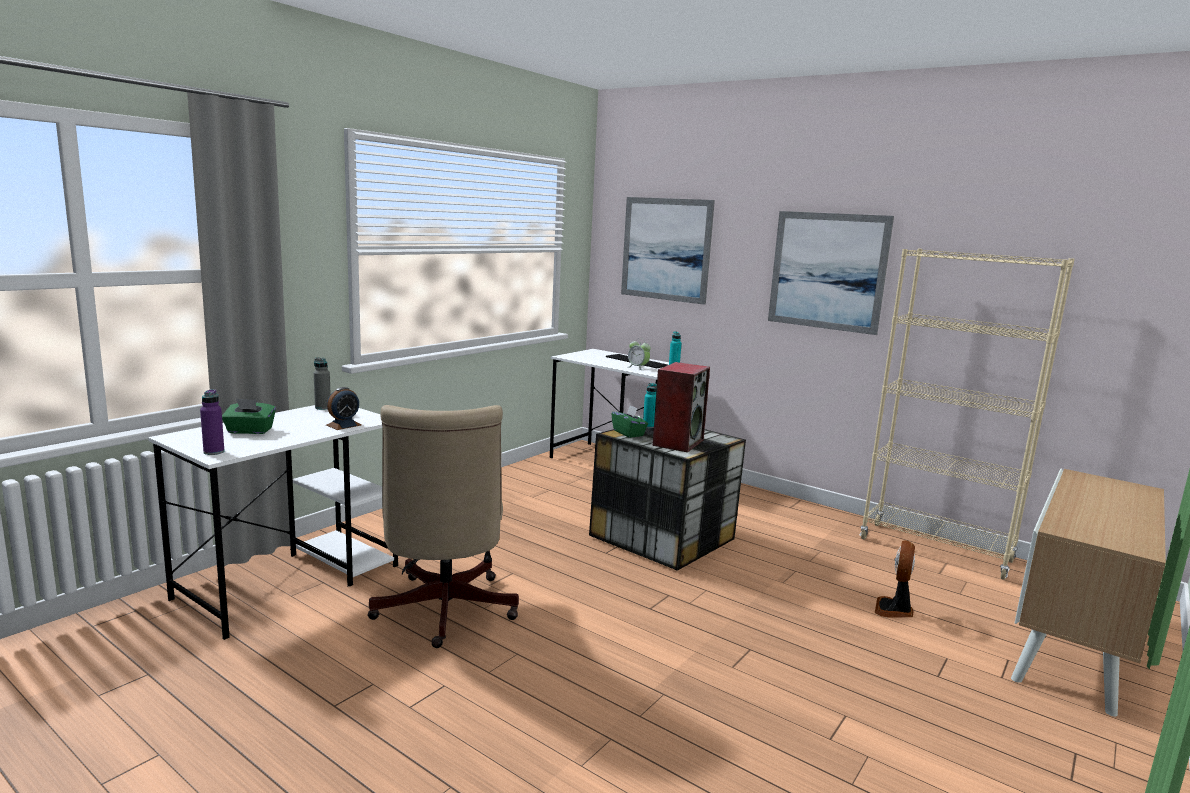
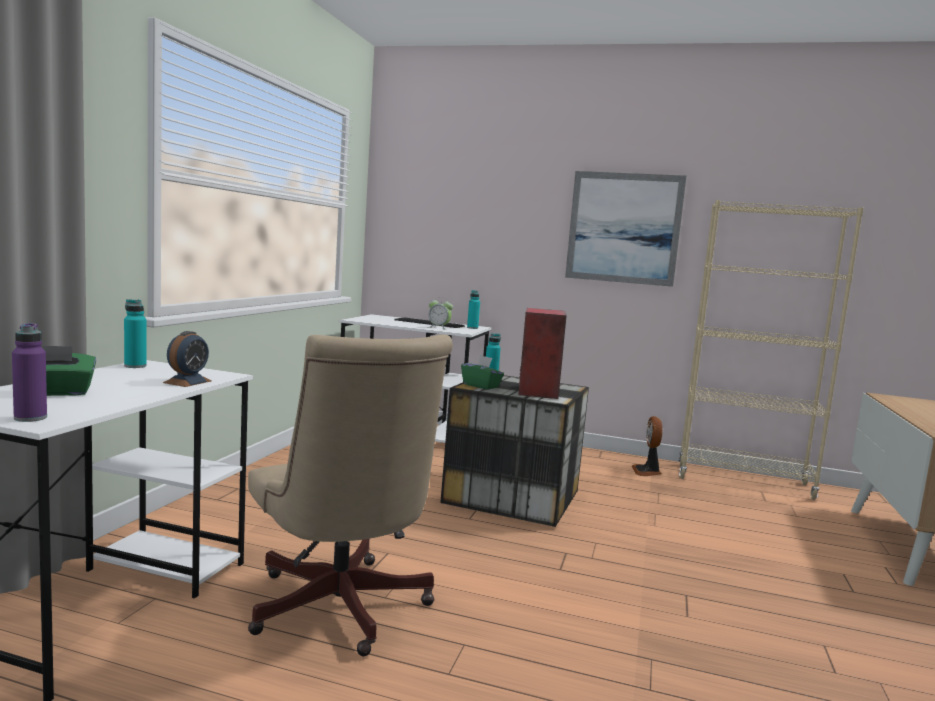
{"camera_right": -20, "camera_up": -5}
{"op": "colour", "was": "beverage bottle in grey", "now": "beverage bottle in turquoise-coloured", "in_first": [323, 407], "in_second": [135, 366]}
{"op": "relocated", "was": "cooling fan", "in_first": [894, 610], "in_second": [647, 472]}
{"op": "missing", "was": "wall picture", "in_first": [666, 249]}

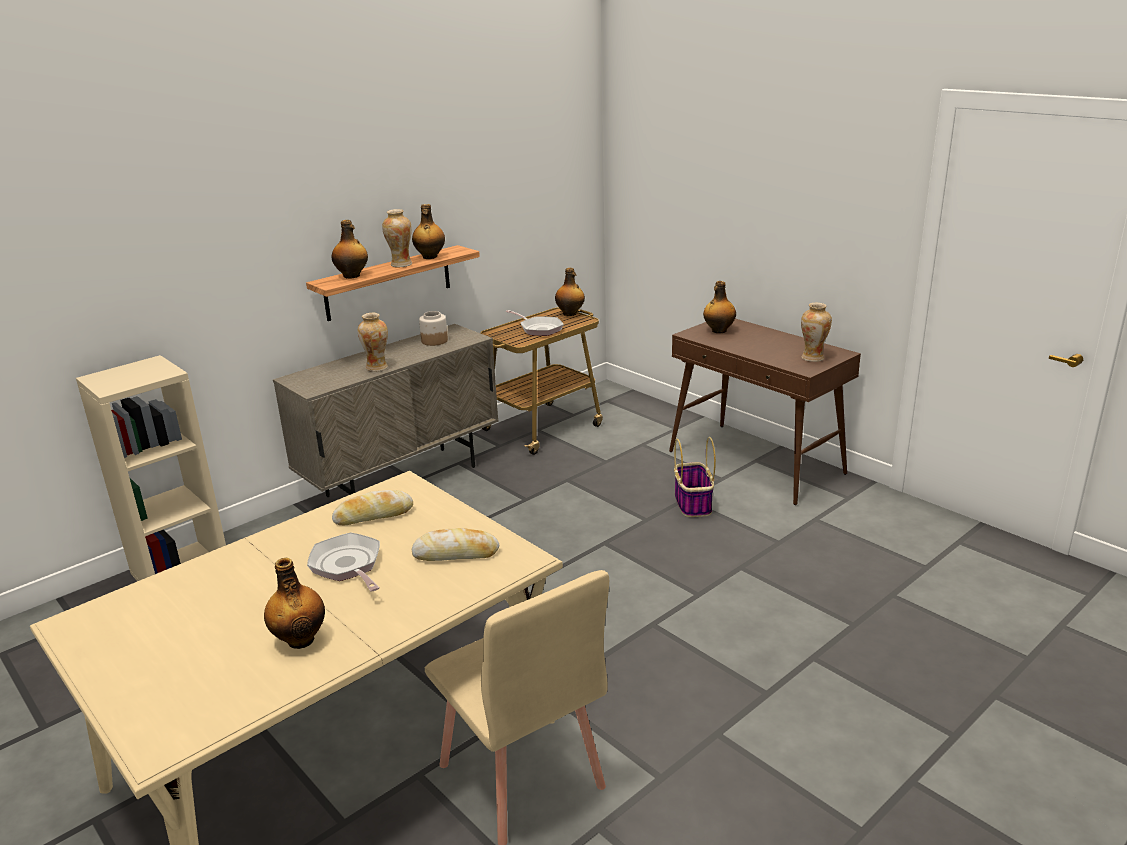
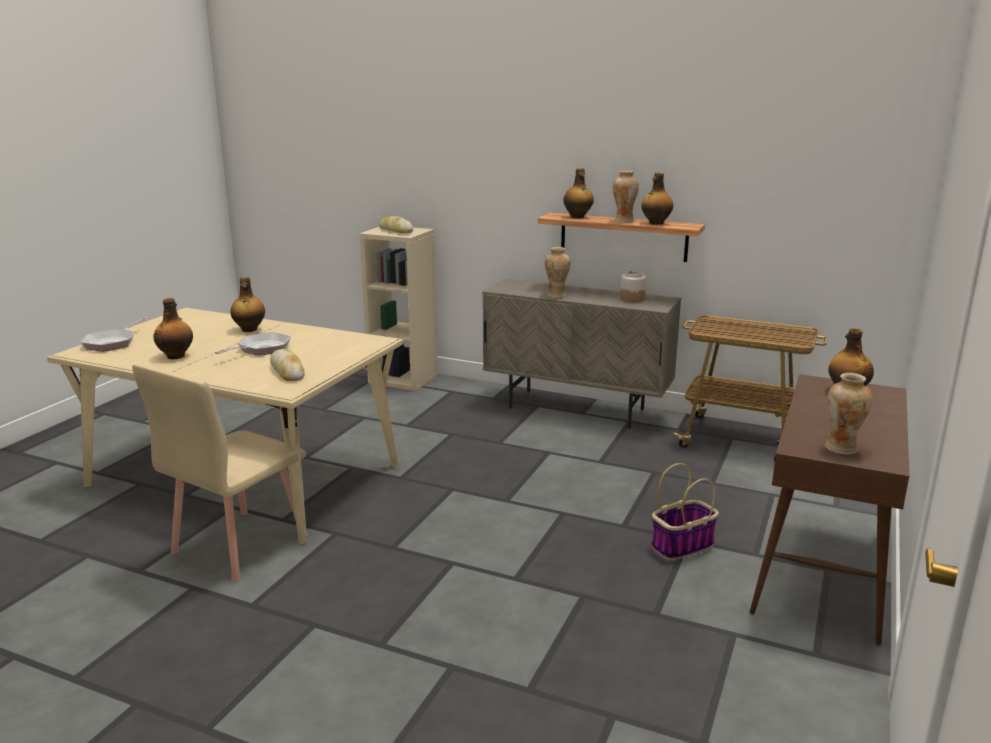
{"camera_right": 65, "camera_up": -5}
{"op": "relocated", "was": "skillet", "in_first": [539, 329], "in_second": [113, 343]}
{"op": "relocated", "was": "beverage bottle", "in_first": [570, 314], "in_second": [249, 330]}
{"op": "relocated", "was": "baked bread", "in_first": [373, 515], "in_second": [396, 230]}

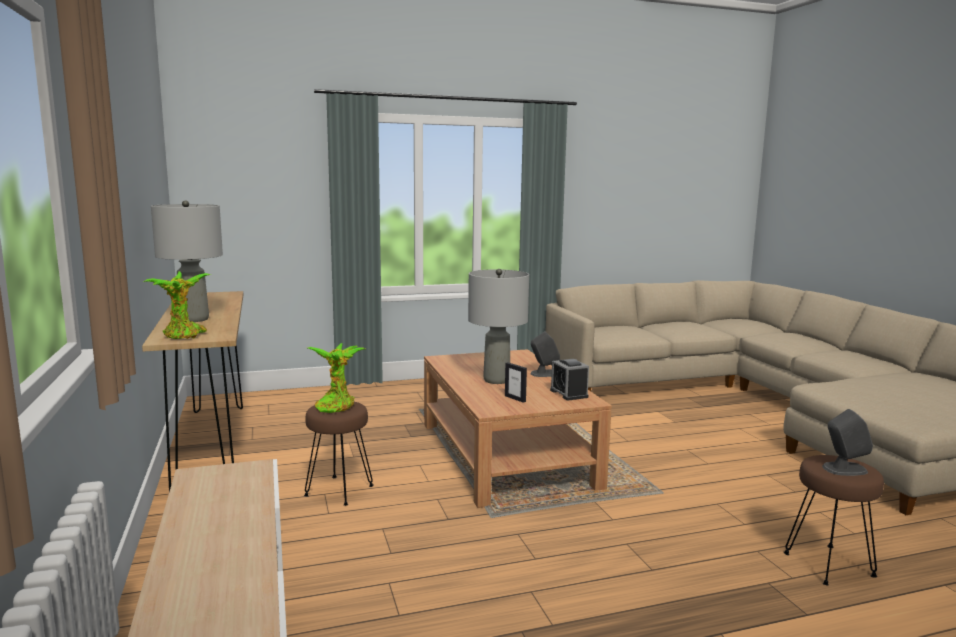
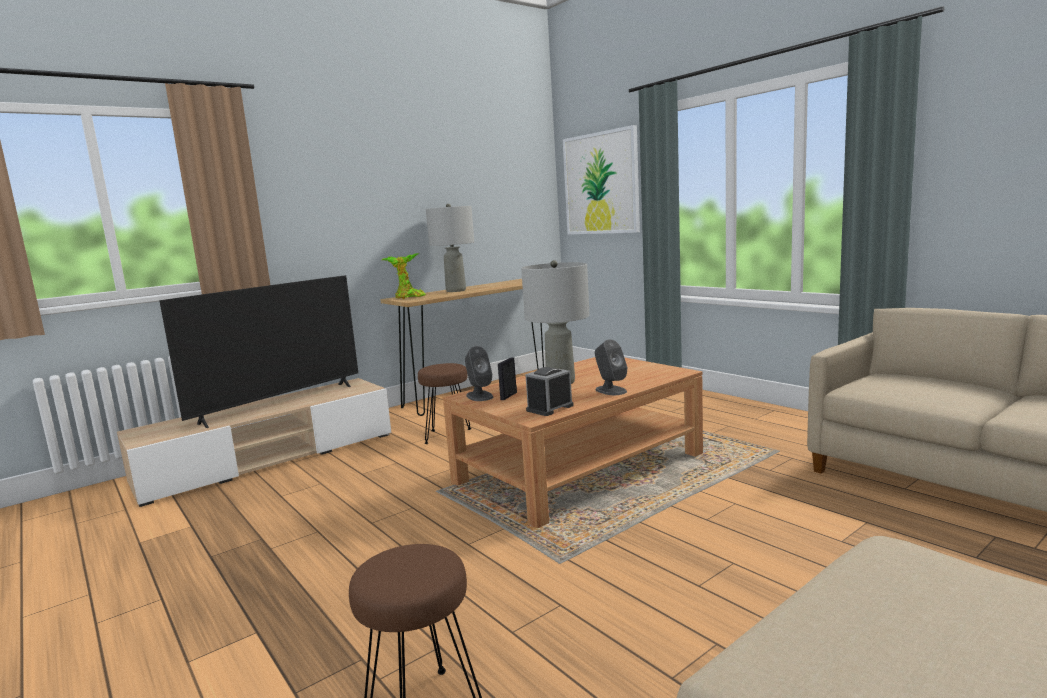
{"camera_right": 70, "camera_up": 0}
{"op": "appeared", "now": "TV", "in_second": [279, 404]}
{"op": "relocated", "was": "speaker in grey", "in_first": [844, 469], "in_second": [479, 396]}
{"op": "appeared", "now": "wall picture", "in_second": [601, 183]}
{"op": "missing", "was": "plant in a pot", "in_first": [336, 406]}

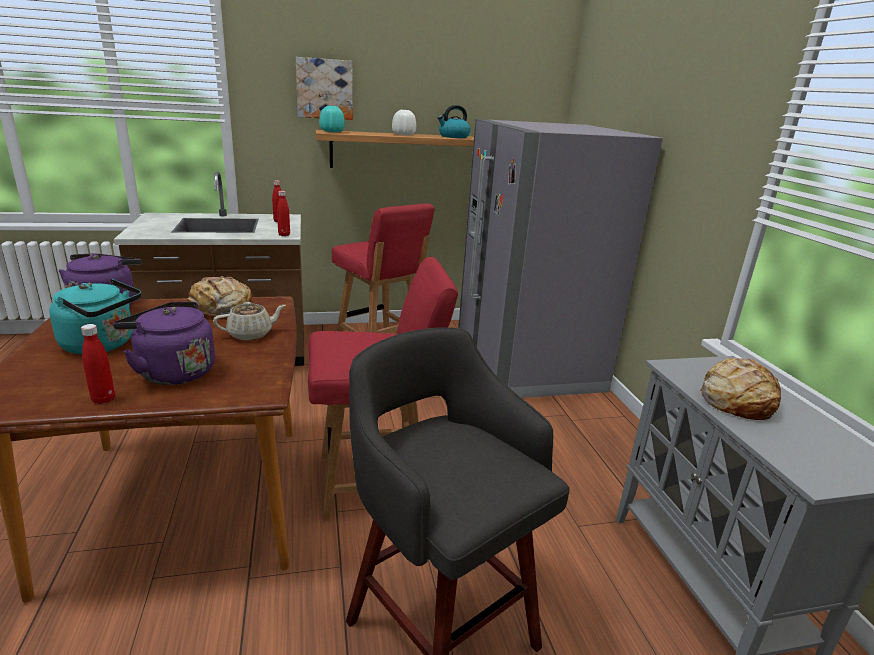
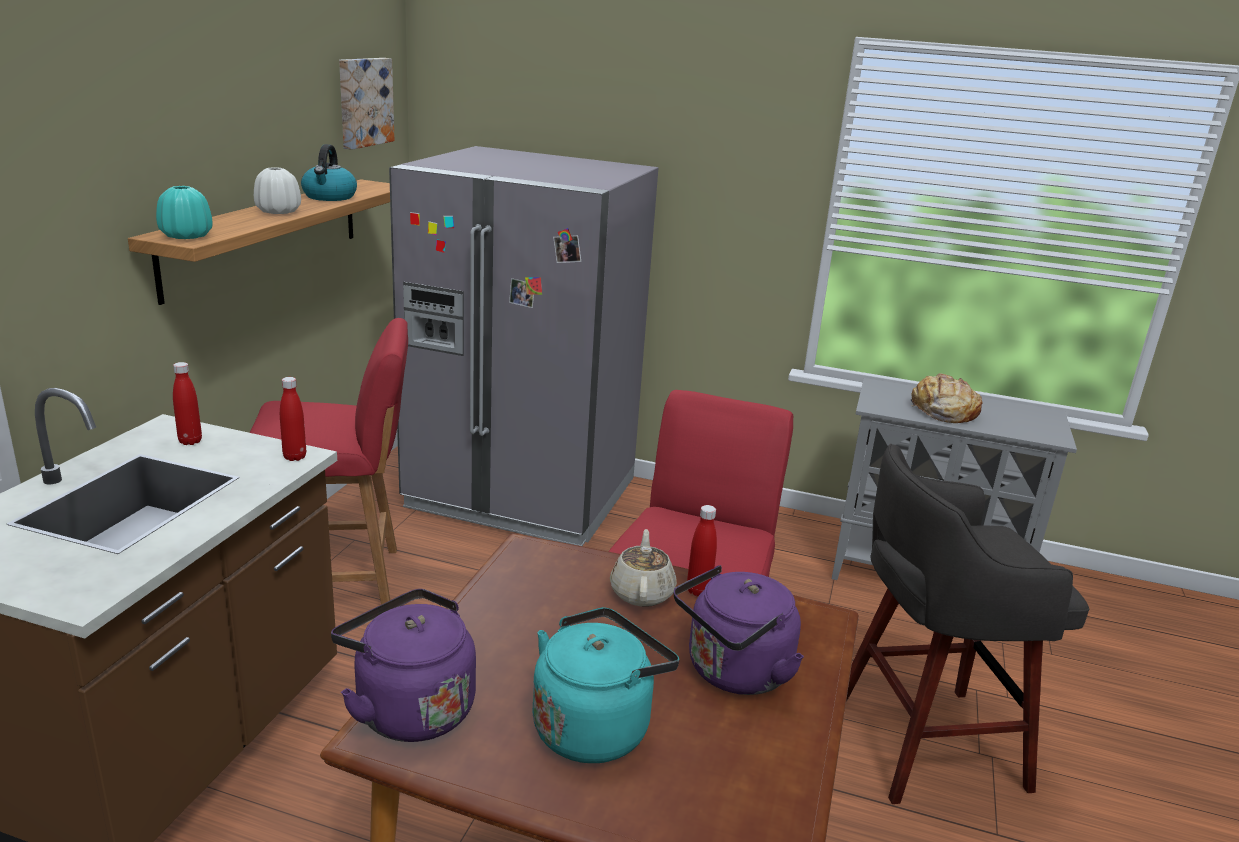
{"camera_right": -60, "camera_up": 0}
{"op": "relocated", "was": "wall picture", "in_first": [324, 89], "in_second": [363, 102]}
{"op": "relocated", "was": "beverage bottle in red-coloured", "in_first": [103, 399], "in_second": [698, 591]}
{"op": "missing", "was": "baked bread", "in_first": [220, 309]}

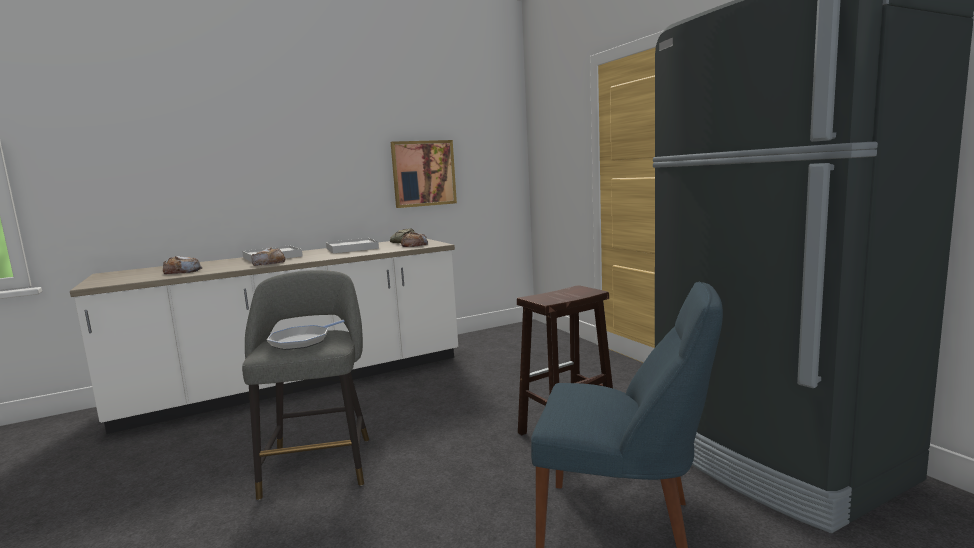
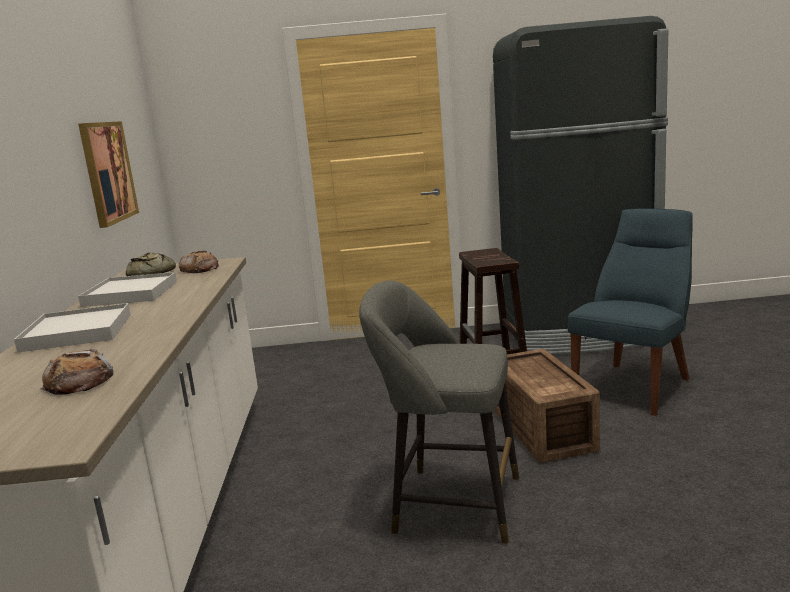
{"camera_right": -65, "camera_up": 5}
{"op": "appeared", "now": "shipping crate", "in_second": [543, 428]}
{"op": "missing", "was": "baked bread", "in_first": [269, 263]}
{"op": "missing", "was": "skillet", "in_first": [303, 340]}

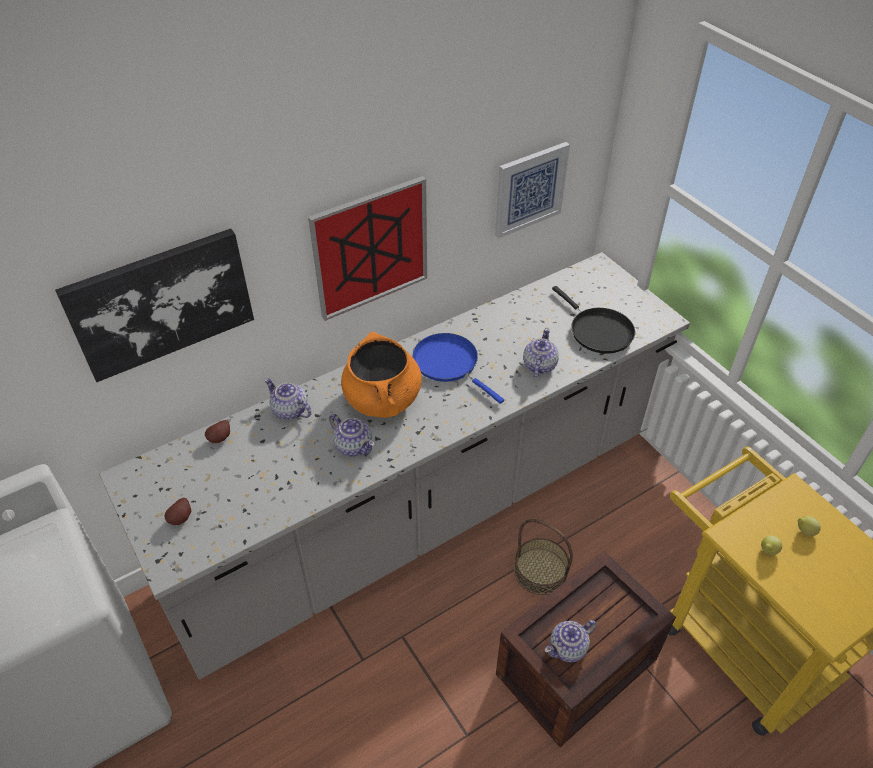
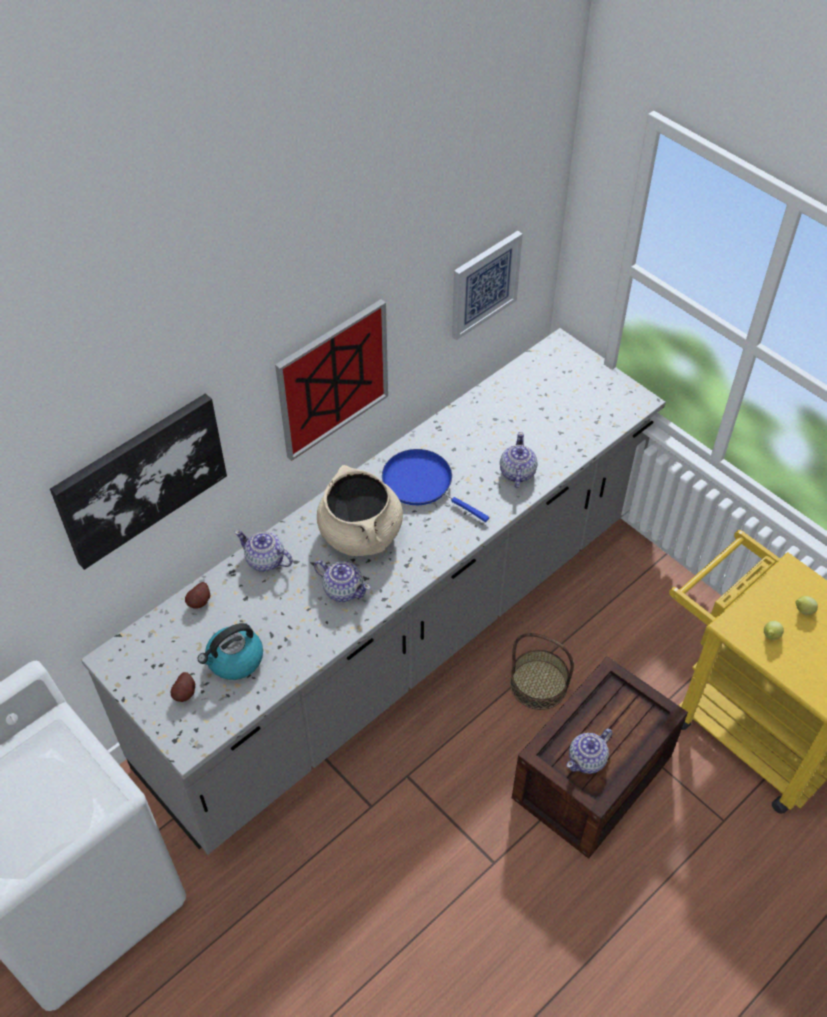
{"camera_right": -10, "camera_up": 5}
{"op": "appeared", "now": "water kettle", "in_second": [234, 660]}
{"op": "colour", "was": "cooking pot in orange", "now": "cooking pot in beige-coloured", "in_first": [383, 399], "in_second": [361, 534]}
{"op": "missing", "was": "skillet in black", "in_first": [598, 331]}

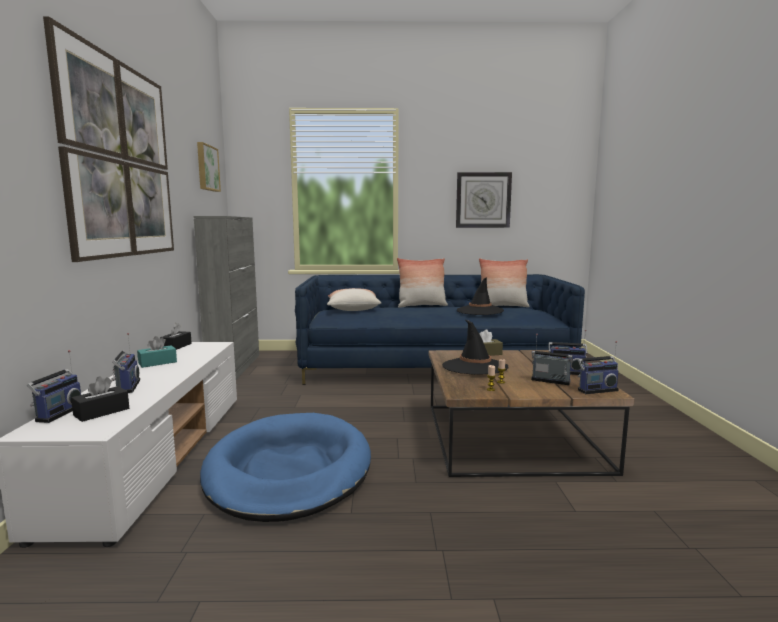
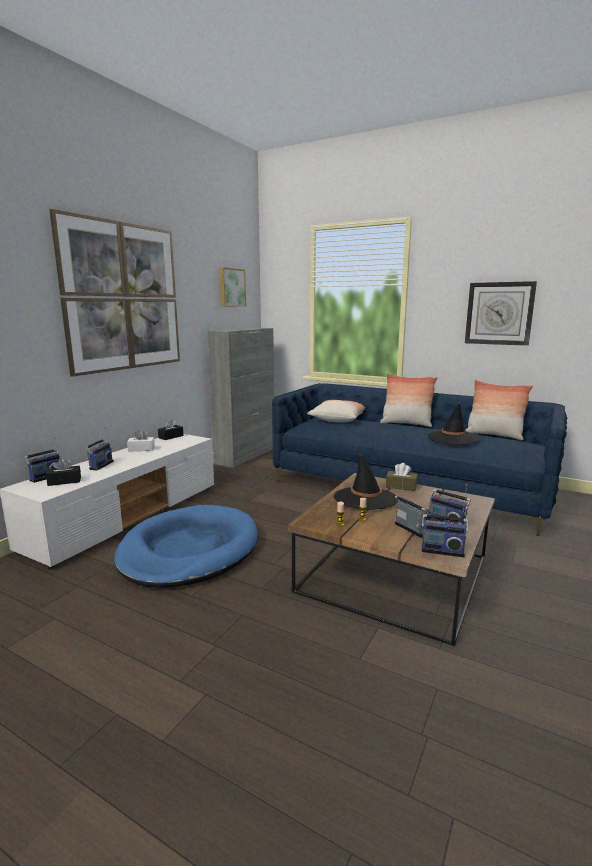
{"camera_right": 30, "camera_up": 5}
{"op": "colour", "was": "tissue box in turquoise-coloured", "now": "tissue box in white", "in_first": [157, 363], "in_second": [141, 449]}

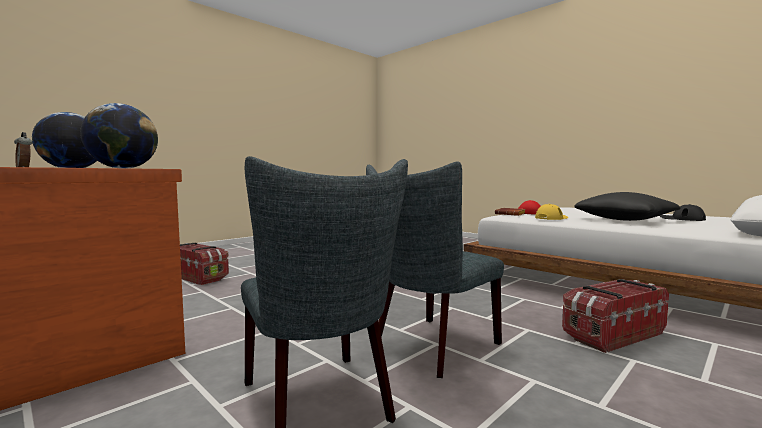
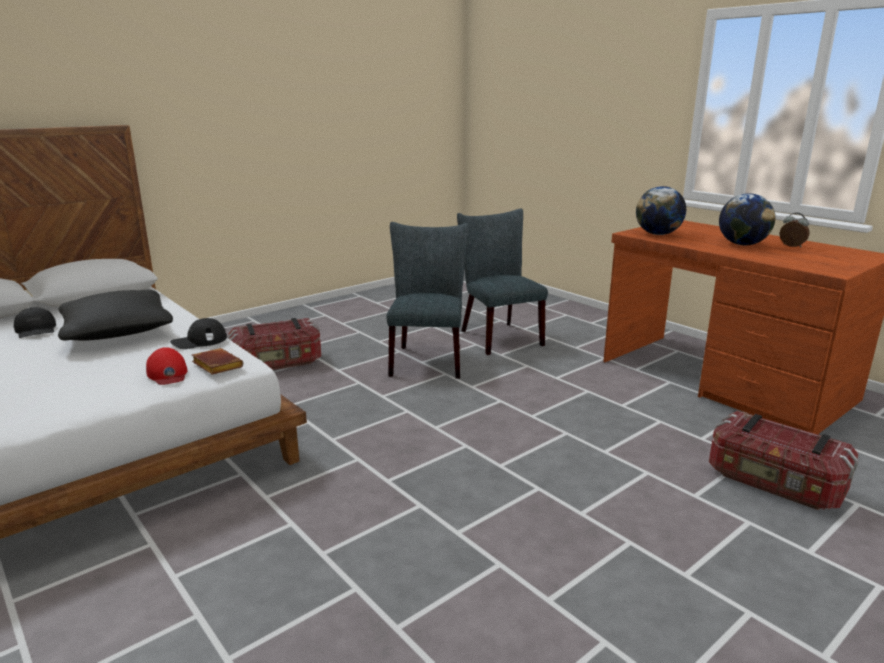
{"camera_right": -175, "camera_up": 15}
{"op": "colour", "was": "baseball cap in yellow-coloured", "now": "baseball cap in black", "in_first": [551, 218], "in_second": [199, 341]}
{"op": "spun", "was": "upright chair in grey", "in_first": [430, 347], "in_second": [427, 359], "clockwise": -45}

